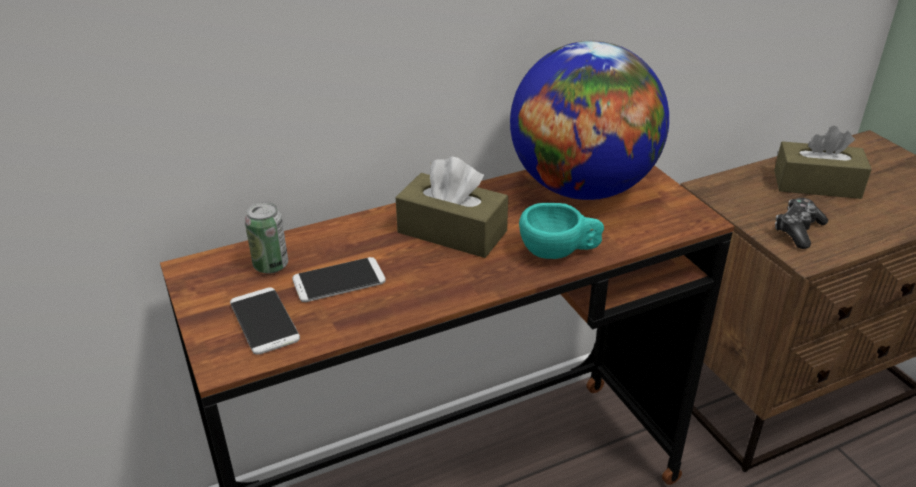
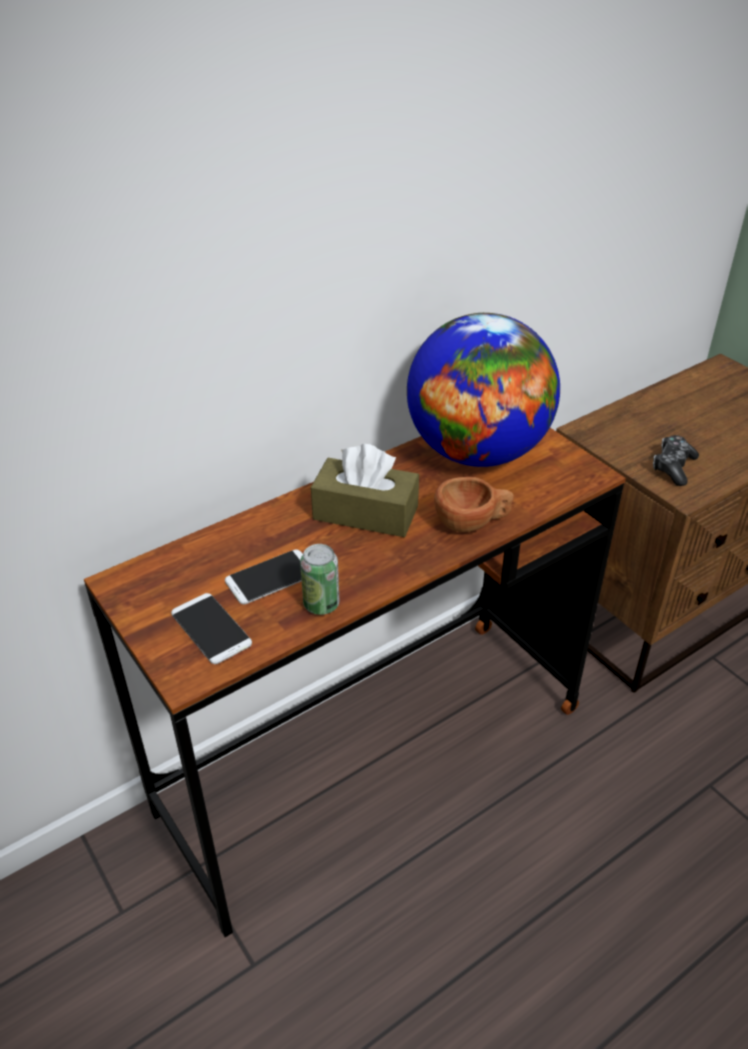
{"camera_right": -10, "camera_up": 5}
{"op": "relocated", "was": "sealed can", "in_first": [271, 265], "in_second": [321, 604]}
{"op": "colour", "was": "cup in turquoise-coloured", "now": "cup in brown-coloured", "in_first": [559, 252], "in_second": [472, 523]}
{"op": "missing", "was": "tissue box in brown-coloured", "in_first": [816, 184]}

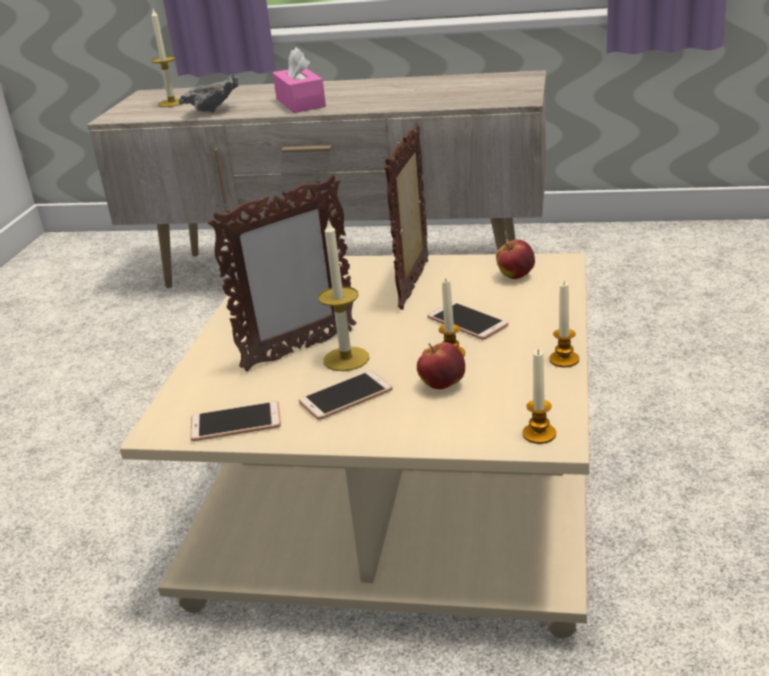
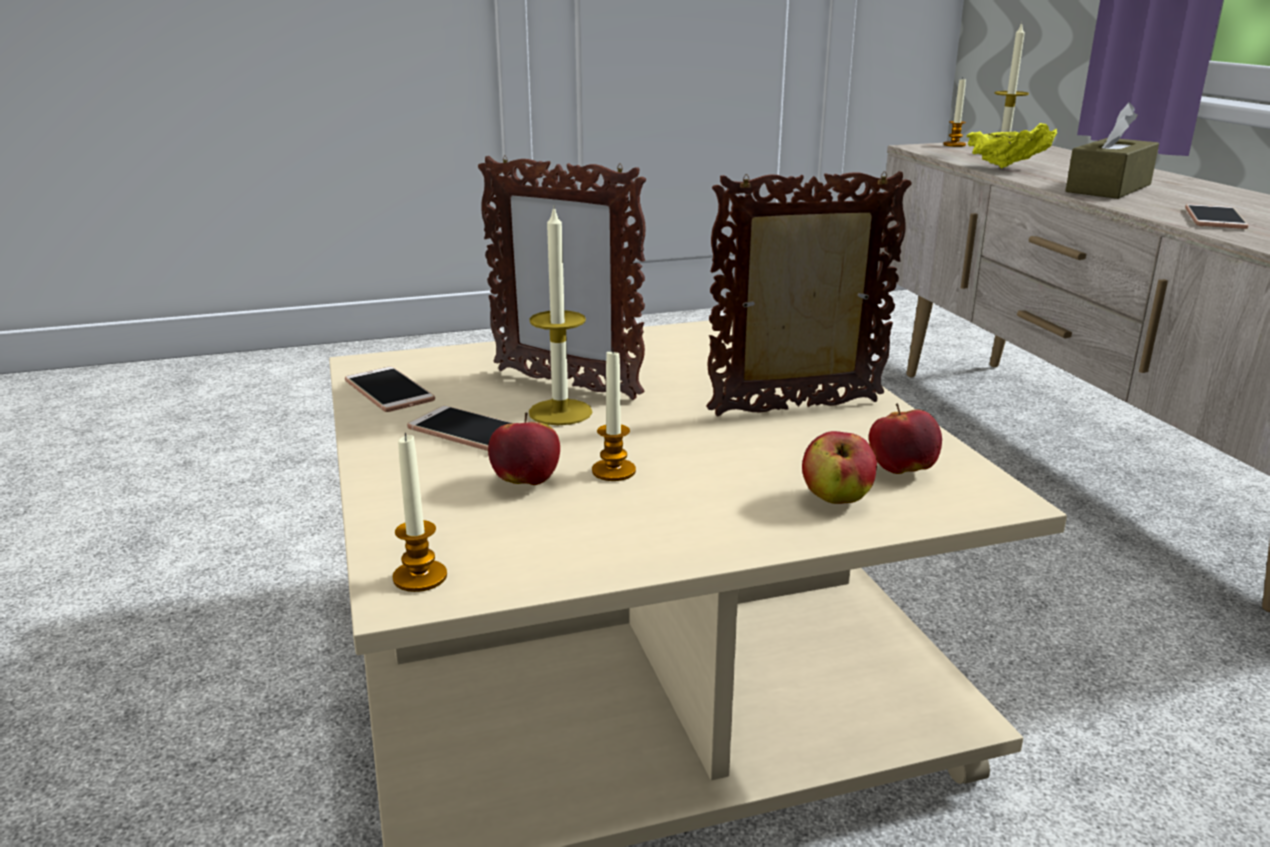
{"camera_right": 60, "camera_up": -5}
{"op": "appeared", "now": "apple", "in_second": [836, 500]}
{"op": "relocated", "was": "wax light", "in_first": [564, 360], "in_second": [954, 145]}
{"op": "colour", "was": "serving bowl in grey", "now": "serving bowl in yellow-coloured", "in_first": [213, 111], "in_second": [1006, 167]}
{"op": "colour", "was": "tissue box in pink-coloured", "now": "tissue box in brown-coloured", "in_first": [300, 103], "in_second": [1108, 188]}
{"op": "relocated", "was": "handset", "in_first": [467, 322], "in_second": [1214, 219]}

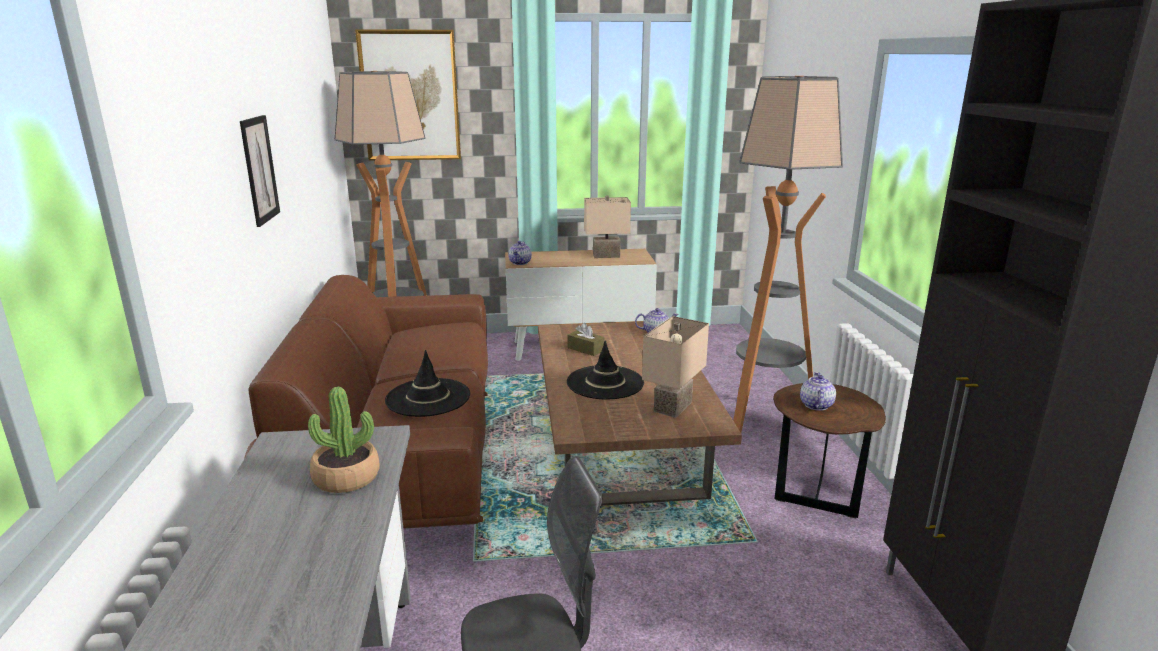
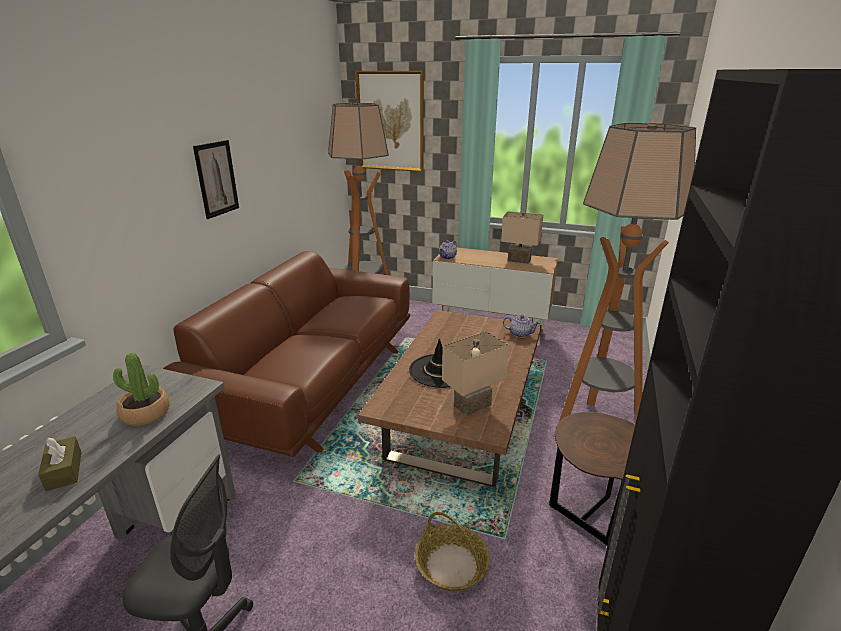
{"camera_right": 25, "camera_up": 5}
{"op": "relocated", "was": "tissue box in brown-coloured", "in_first": [585, 349], "in_second": [64, 471]}
{"op": "appeared", "now": "basket", "in_second": [451, 565]}
{"op": "missing", "was": "clothing hat in black", "in_first": [428, 398]}
{"op": "missing", "was": "teapot", "in_first": [815, 405]}

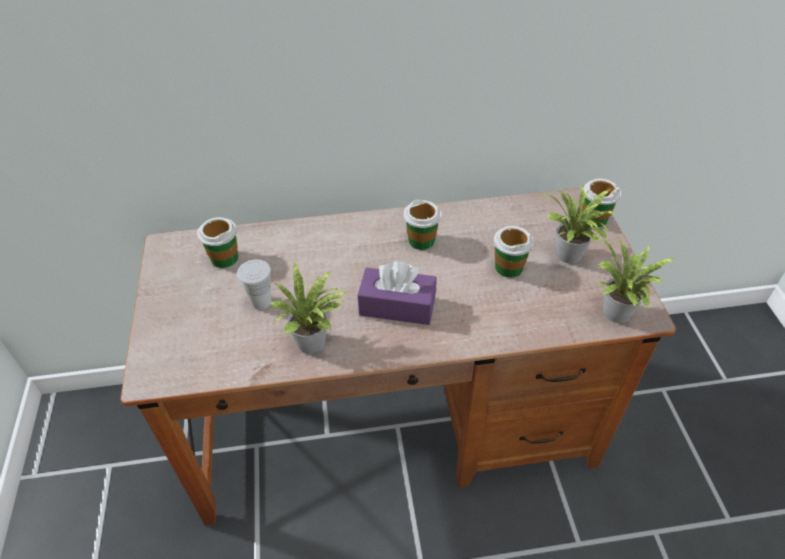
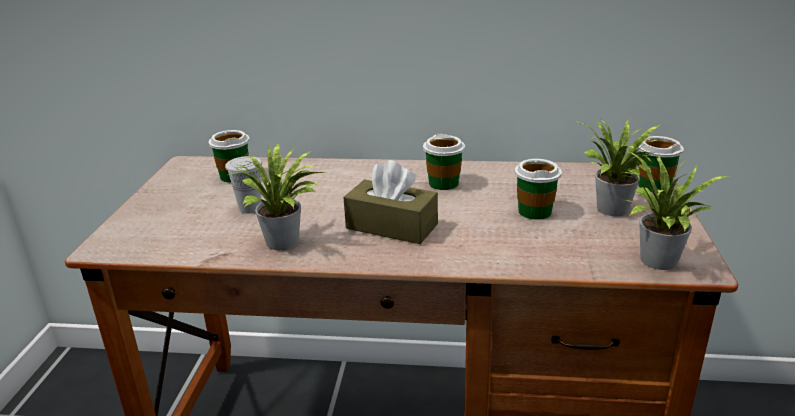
{"camera_right": 15, "camera_up": -20}
{"op": "colour", "was": "tissue box in purplish", "now": "tissue box in brown-coloured", "in_first": [397, 306], "in_second": [391, 226]}

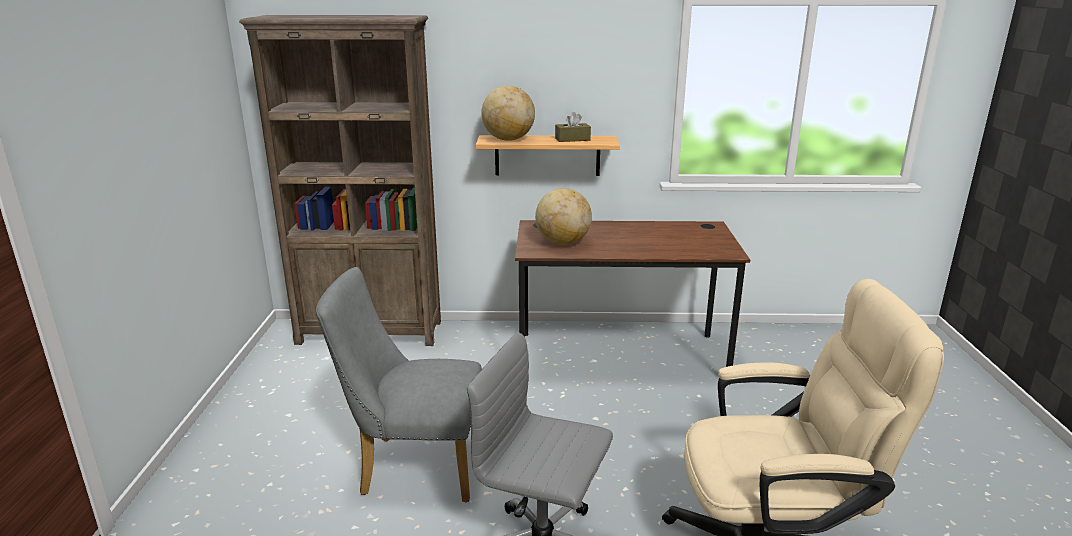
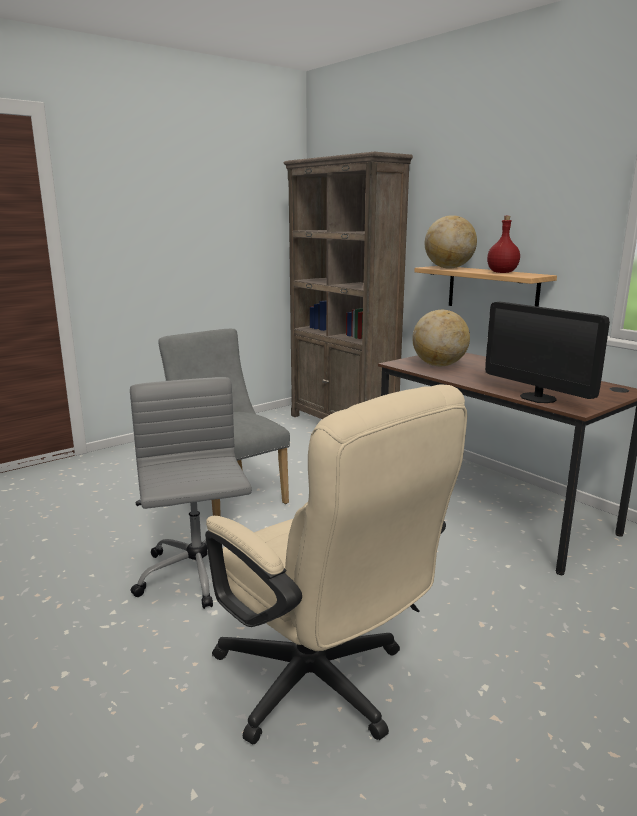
{"camera_right": 50, "camera_up": -5}
{"op": "appeared", "now": "computer screen", "in_second": [538, 398]}
{"op": "exchanged", "was": "tissue box in brown-coloured", "now": "beverage bottle in red-coloured", "in_first": [572, 139], "in_second": [502, 272]}

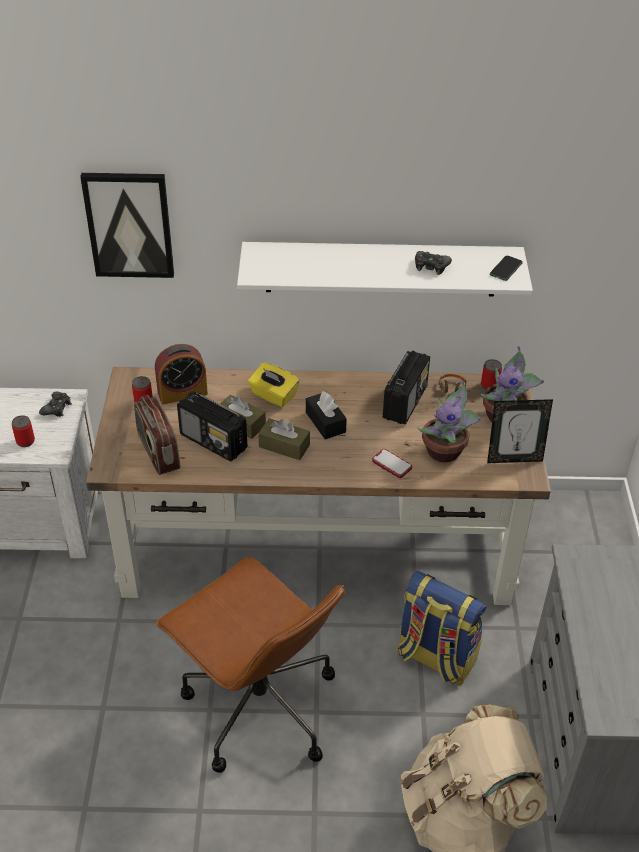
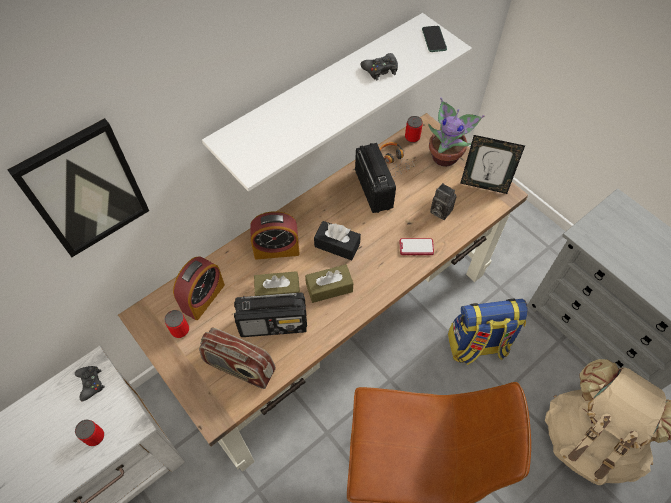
{"camera_right": -40, "camera_up": 15}
{"op": "exchanged", "was": "tissue box in yellow-coloured", "now": "bedside clock", "in_first": [273, 395], "in_second": [276, 249]}
{"op": "exchanged", "was": "plant in a pot", "now": "photo camera", "in_first": [445, 452], "in_second": [439, 211]}
{"op": "spun", "was": "standing frame", "in_first": [514, 458], "in_second": [484, 185], "clockwise": 60}

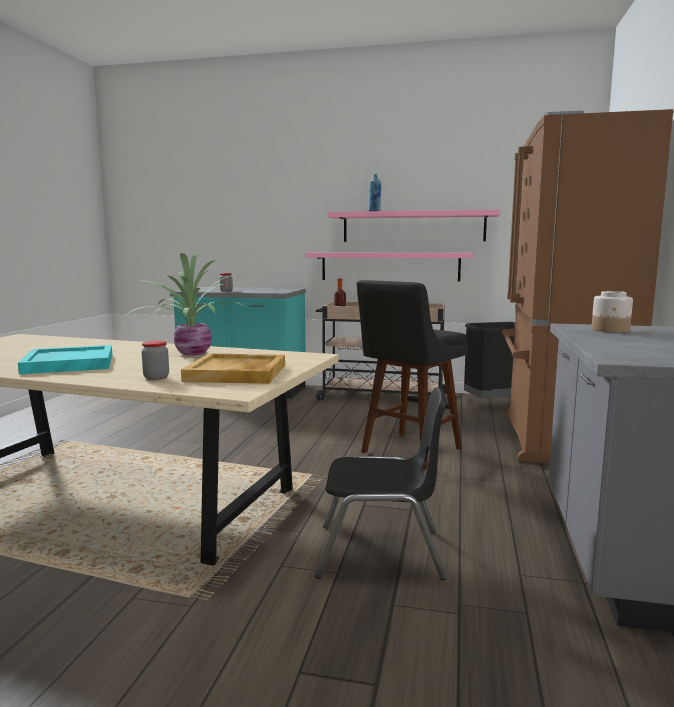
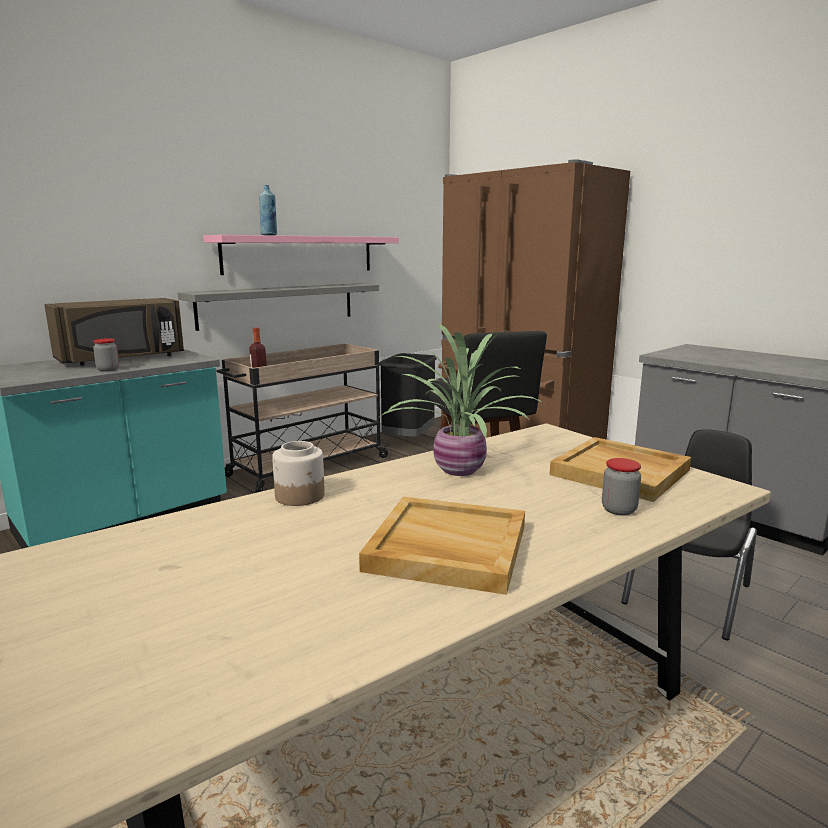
{"camera_right": -55, "camera_up": 5}
{"op": "appeared", "now": "kitchen microwave in brown-coloured", "in_second": [122, 359]}
{"op": "colour", "was": "shelf in pink-coloured", "now": "shelf in grey", "in_first": [389, 266], "in_second": [278, 305]}
{"op": "relocated", "was": "preserve jar", "in_first": [610, 330], "in_second": [300, 496]}
{"op": "colour", "was": "tray in turquoise-coloured", "now": "tray in beige-coloured", "in_first": [68, 363], "in_second": [446, 548]}

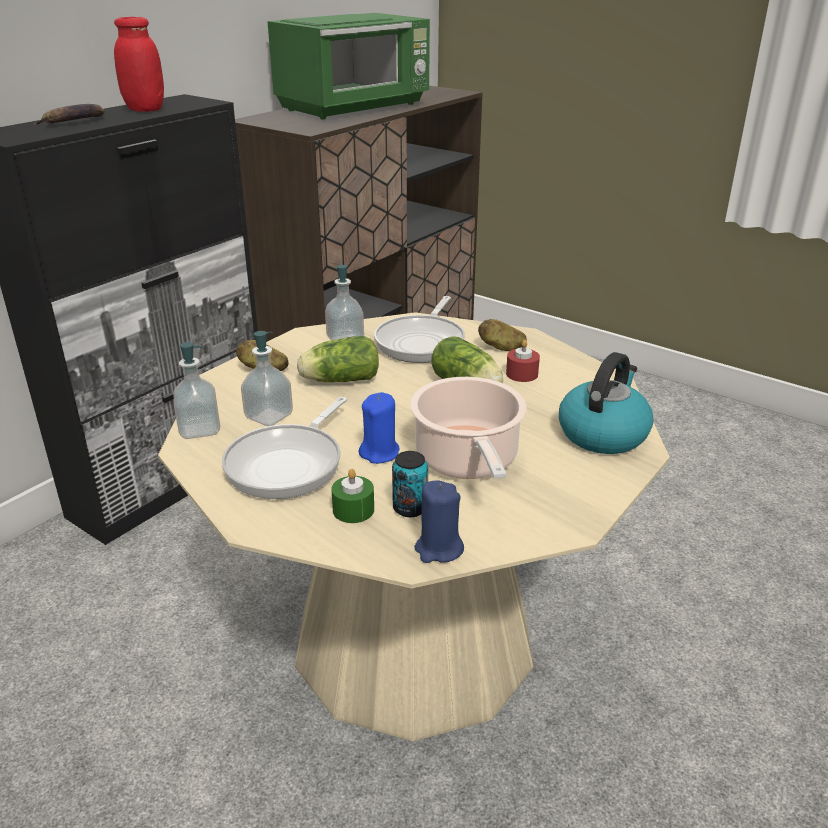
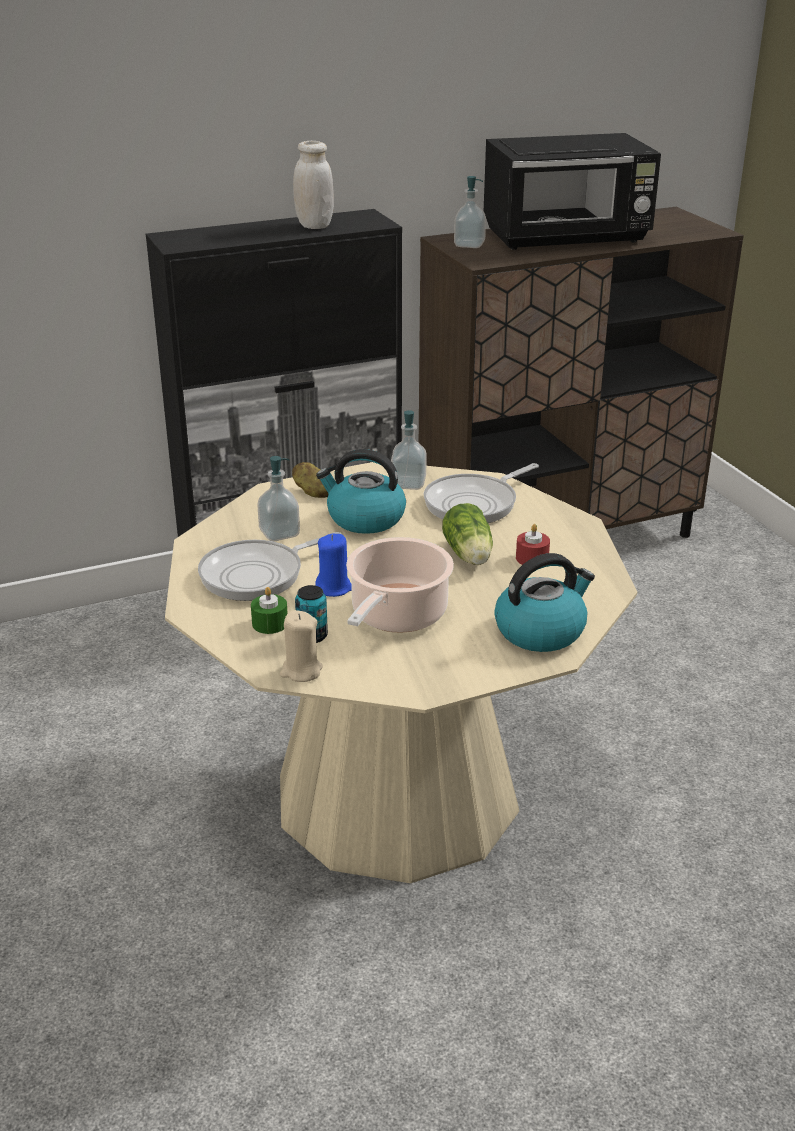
{"camera_right": 30, "camera_up": 0}
{"op": "colour", "was": "wax light in blue", "now": "wax light in beige-coloured", "in_first": [438, 549], "in_second": [301, 671]}
{"op": "colour", "was": "preserve jar in red-coloured", "now": "preserve jar in white", "in_first": [145, 109], "in_second": [314, 225]}
{"op": "exchanged", "was": "lettuce", "now": "water kettle", "in_first": [338, 380], "in_second": [364, 518]}
{"op": "relocated", "was": "soap dispenser", "in_first": [199, 429], "in_second": [469, 245]}
{"op": "colour", "was": "kitchen microwave in greenish", "now": "kitchen microwave in black", "in_first": [355, 107], "in_second": [567, 237]}
{"op": "missing", "was": "banana fruit", "in_first": [74, 122]}
{"op": "missing", "was": "spud", "in_first": [501, 348]}

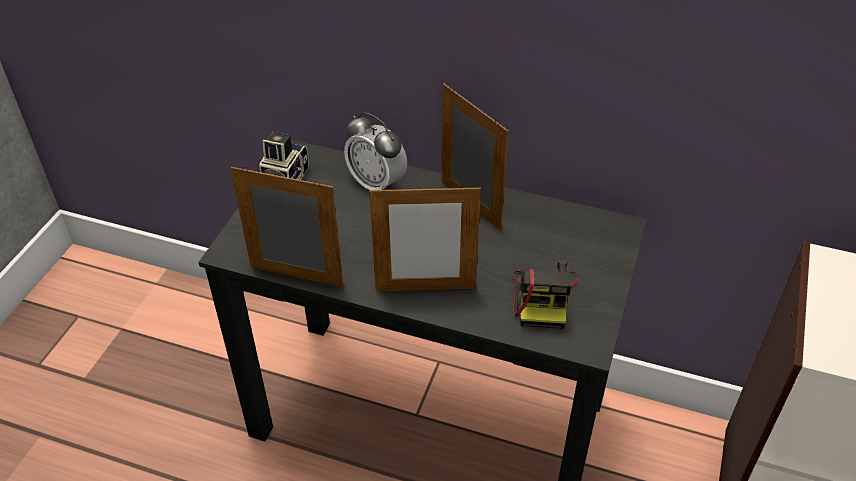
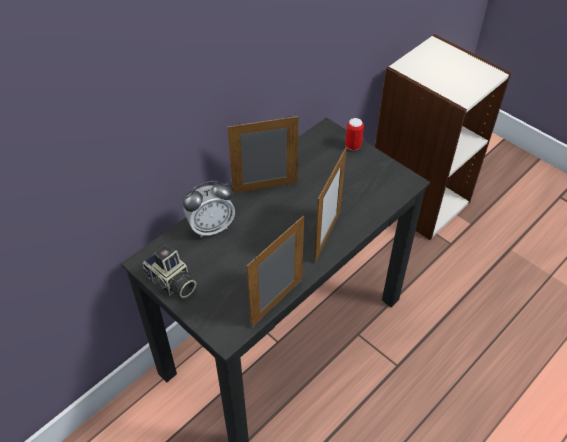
{"camera_right": -65, "camera_up": 5}
{"op": "appeared", "now": "sealed can", "in_second": [353, 146]}
{"op": "missing", "was": "photo camera", "in_first": [543, 297]}

